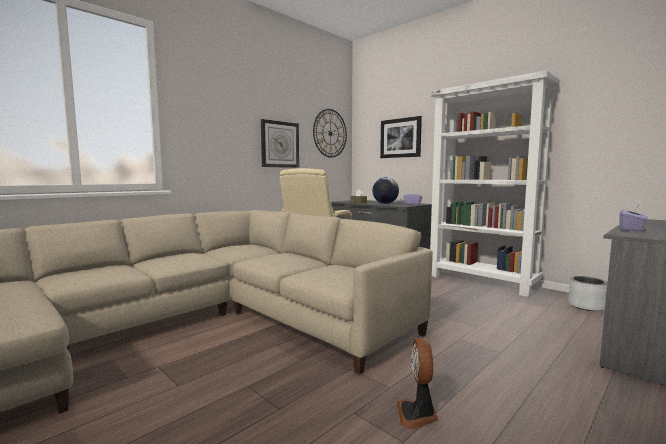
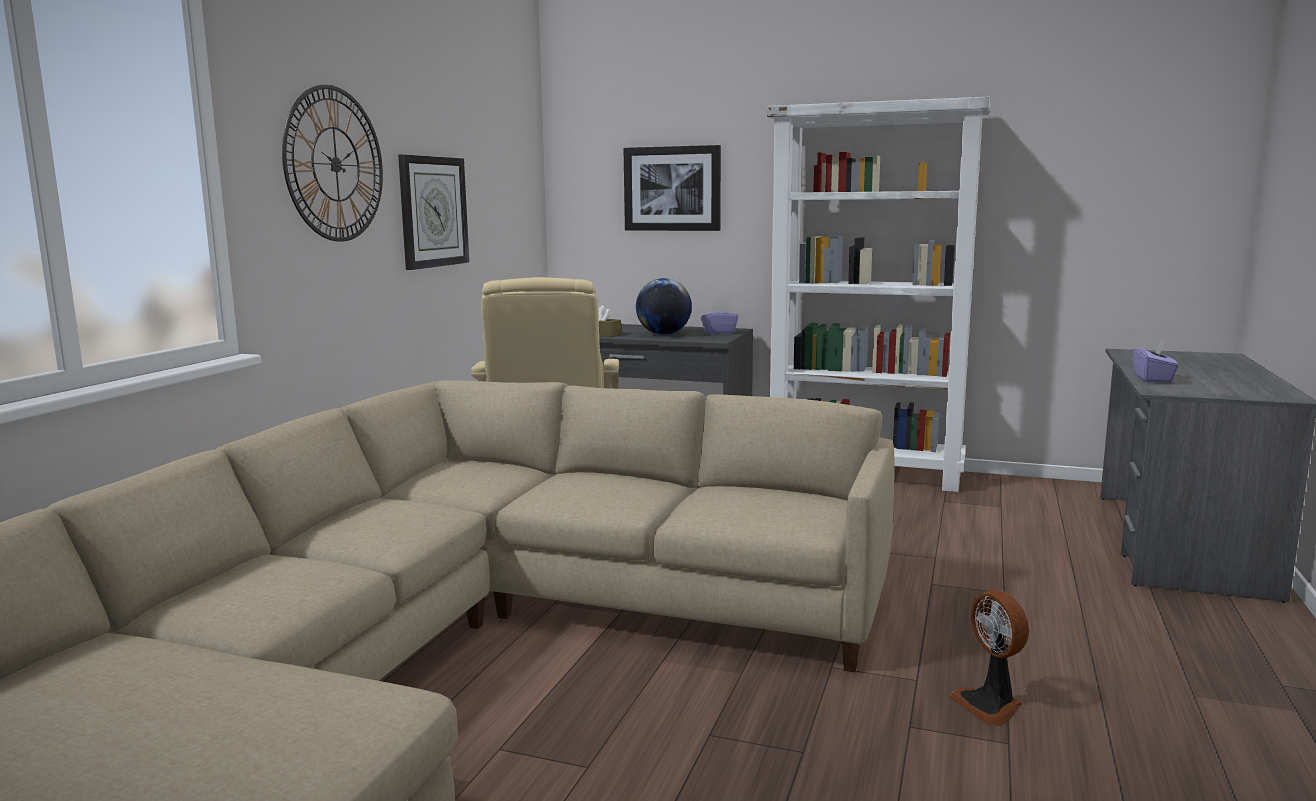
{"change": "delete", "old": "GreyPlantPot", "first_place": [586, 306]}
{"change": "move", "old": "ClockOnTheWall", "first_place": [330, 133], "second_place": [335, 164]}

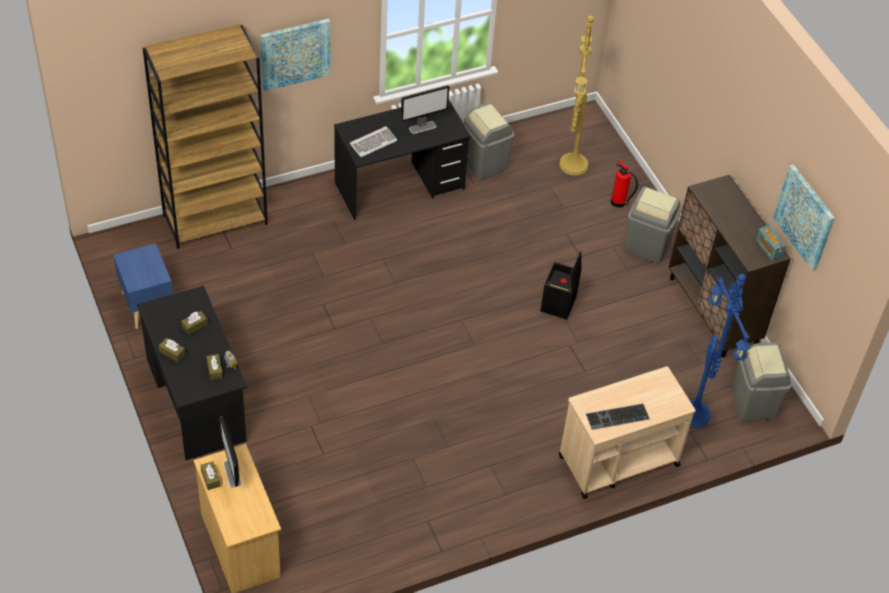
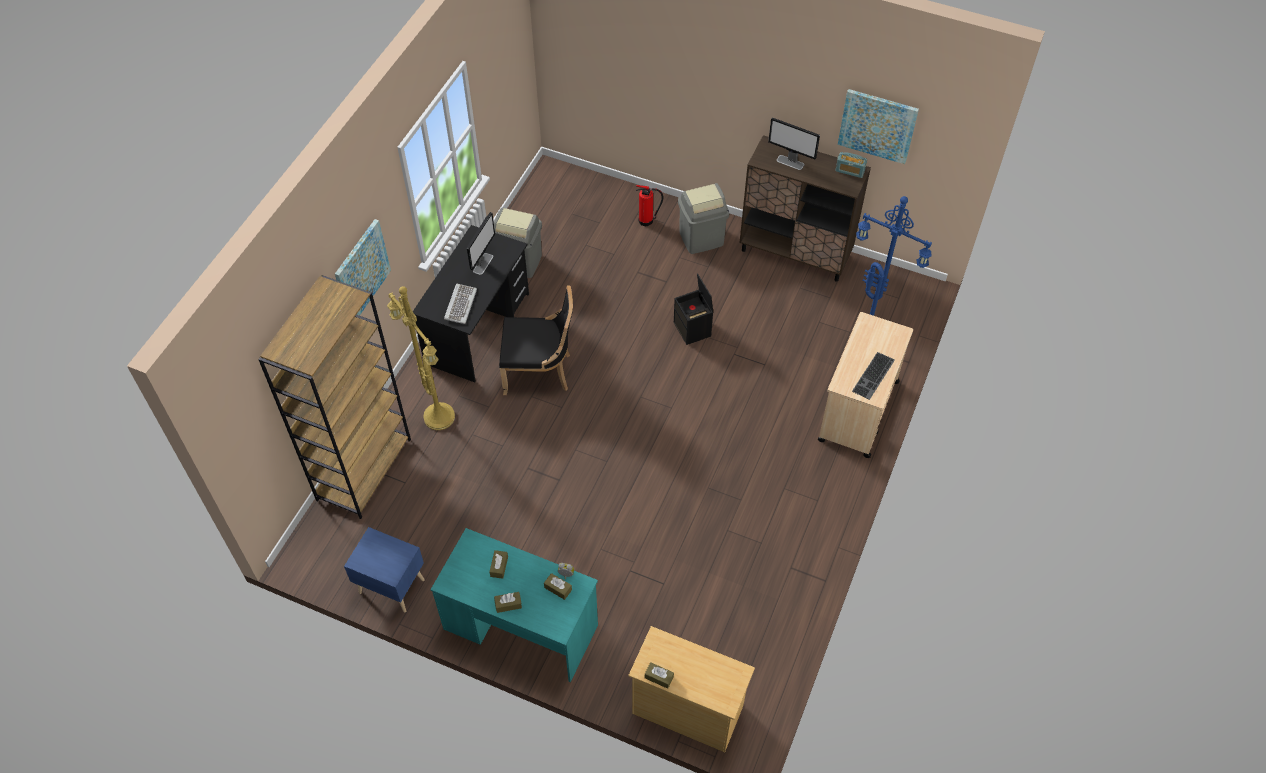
{"change": "delete", "old": "GreyWasteBin", "first_place": [754, 403]}
{"change": "insert", "new": "BlackChair", "second_place": [540, 372]}
{"change": "move", "old": "ComputerScreen", "first_place": [232, 473], "second_place": [790, 162]}
{"change": "move", "old": "YellowFloorLamp", "first_place": [571, 164], "second_place": [436, 417]}
{"change": "recolor", "old": "BlackDeskUnit", "new": "BlueGreenDeskUnit", "first_place": [196, 399], "second_place": [520, 627]}

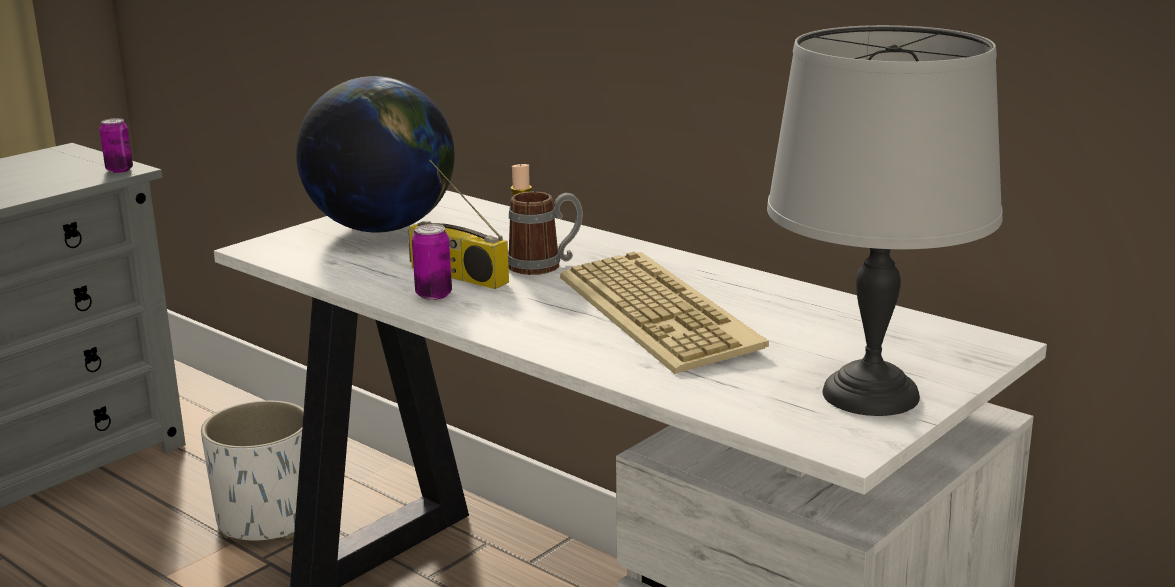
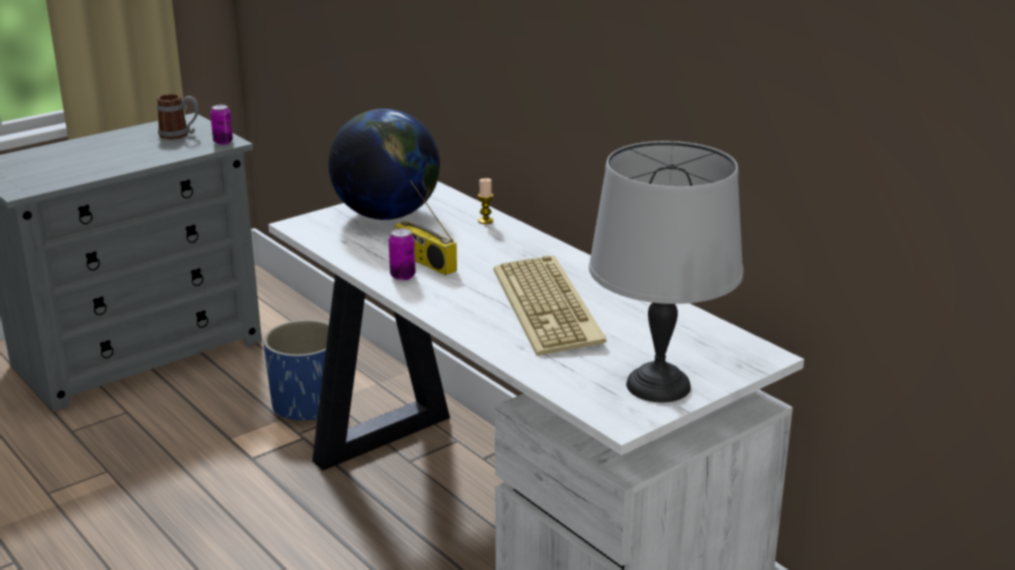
{"change": "move", "old": "Mug", "first_place": [545, 265], "second_place": [180, 135]}
{"change": "recolor", "old": "WhiteColouredPlantPot", "new": "BluePlantPot", "first_place": [267, 520], "second_place": [307, 405]}

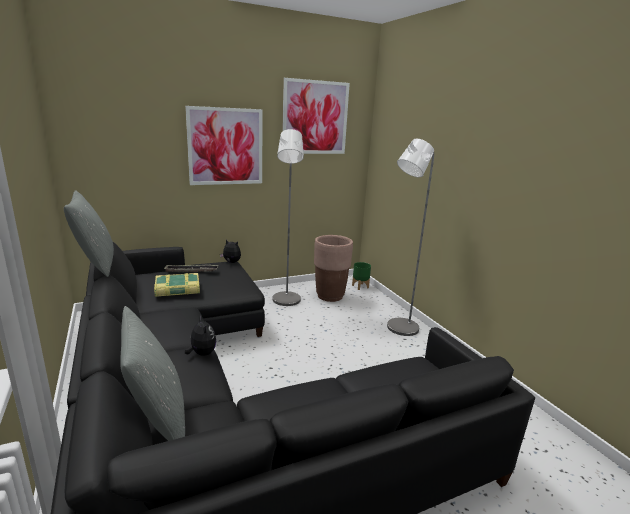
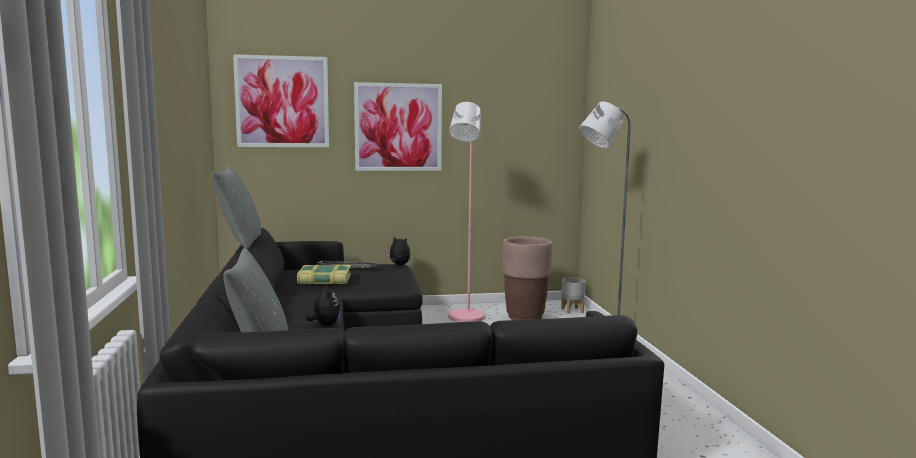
{"change": "move", "old": "Picture", "first_place": [315, 118], "second_place": [282, 102]}
{"change": "recolor", "old": "GreyFloorLamp", "new": "PinkishFloorLamp", "first_place": [286, 302], "second_place": [465, 319]}
{"change": "recolor", "old": "GreenPlantPot", "new": "GreyPlantPot", "first_place": [360, 286], "second_place": [572, 310]}

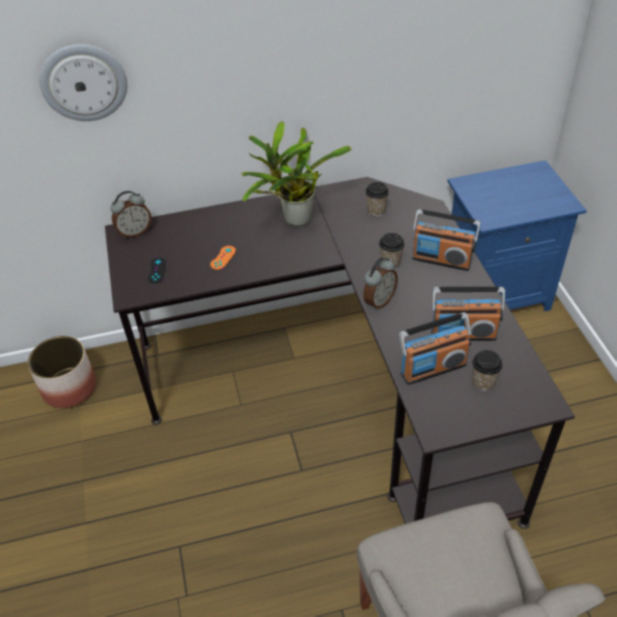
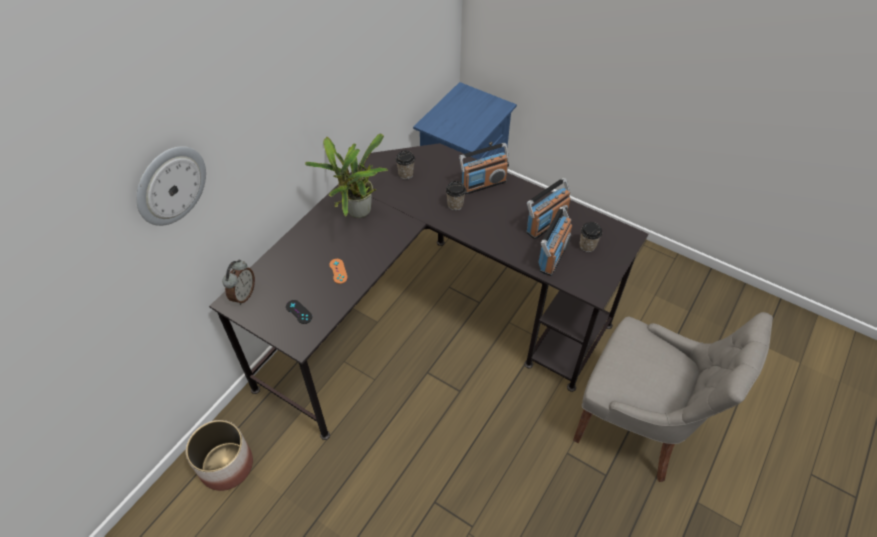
{"change": "delete", "old": "TableClock", "first_place": [378, 301]}

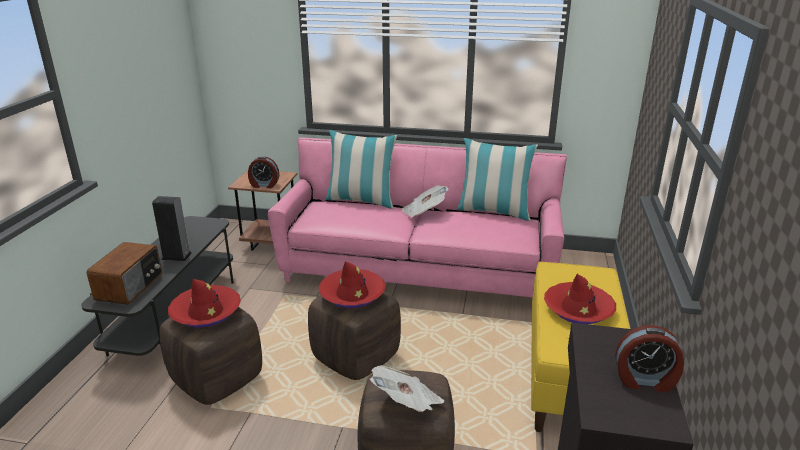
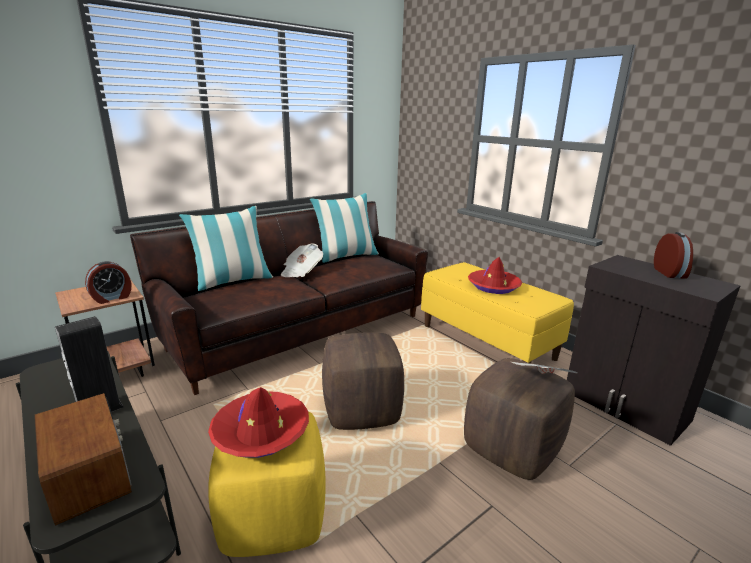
{"change": "delete", "old": "RedHat", "first_place": [352, 294]}
{"change": "recolor", "old": "BrownColouredOttoman", "new": "YellowOttoman", "first_place": [218, 380], "second_place": [274, 517]}
{"change": "recolor", "old": "PinkishSettee", "new": "BrownColouredSettee", "first_place": [418, 271], "second_place": [300, 331]}
{"change": "rotate", "old": "TableClock", "first_place": [645, 381], "second_place": [670, 273], "degrees": -45}

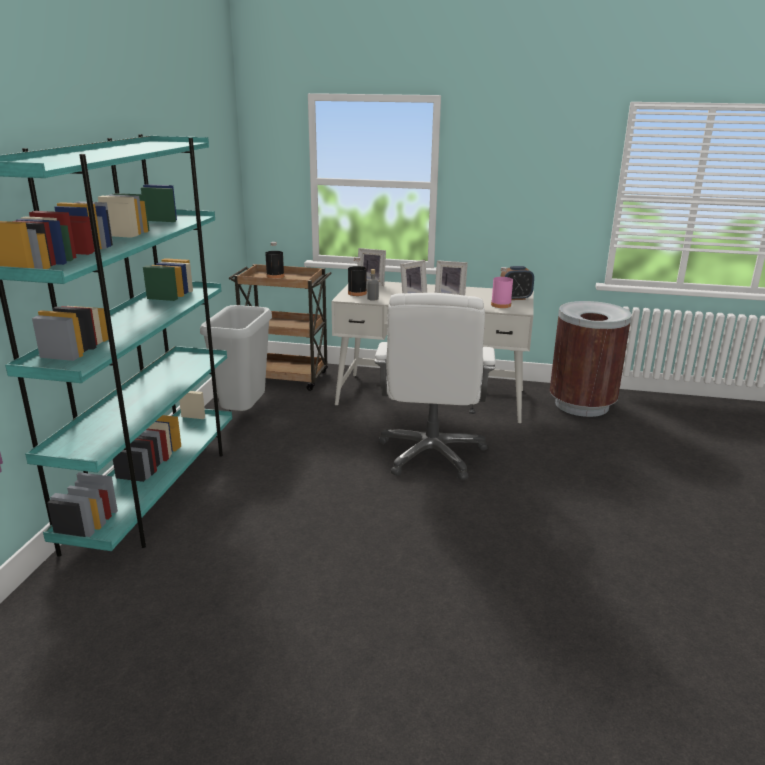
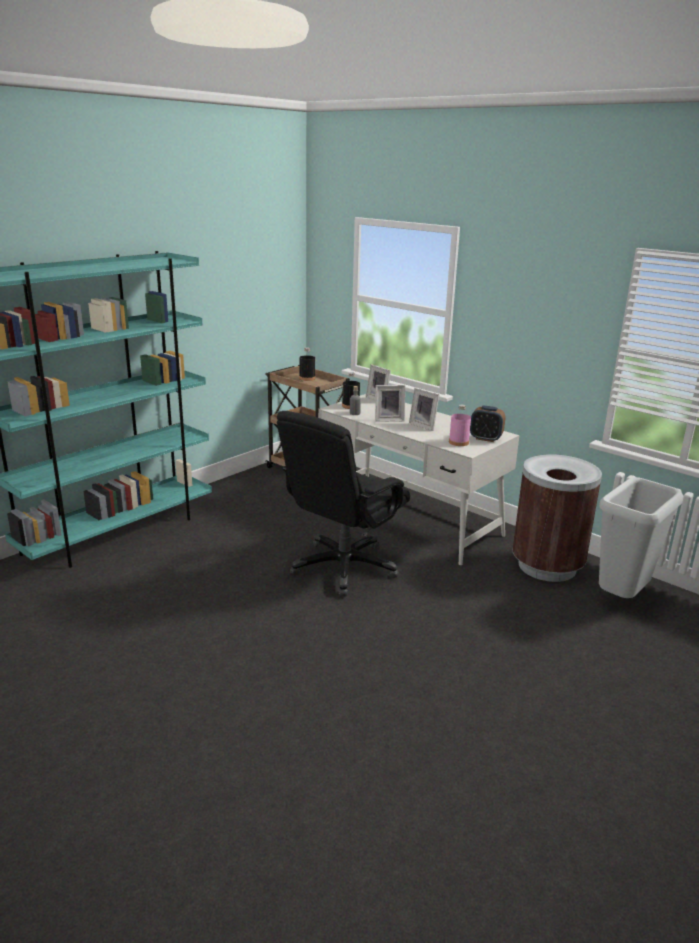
{"change": "move", "old": "GreyWasteBin", "first_place": [243, 414], "second_place": [620, 597]}
{"change": "recolor", "old": "WhiteColouredComputerChair", "new": "BlackComputerChair", "first_place": [431, 454], "second_place": [343, 567]}

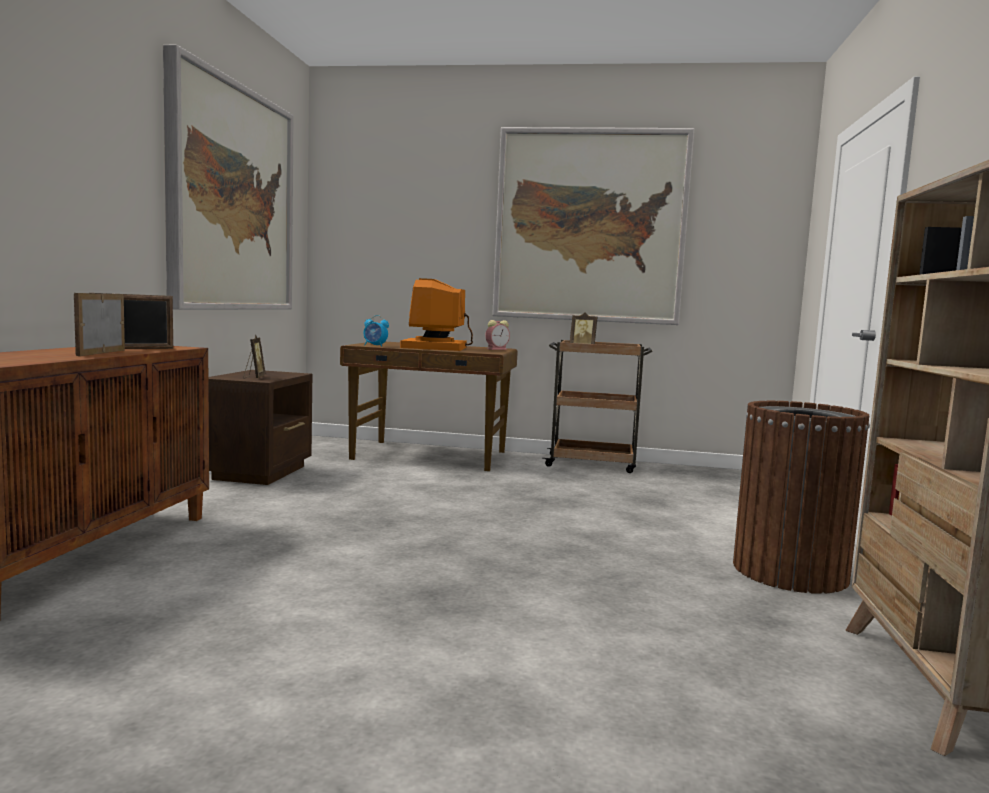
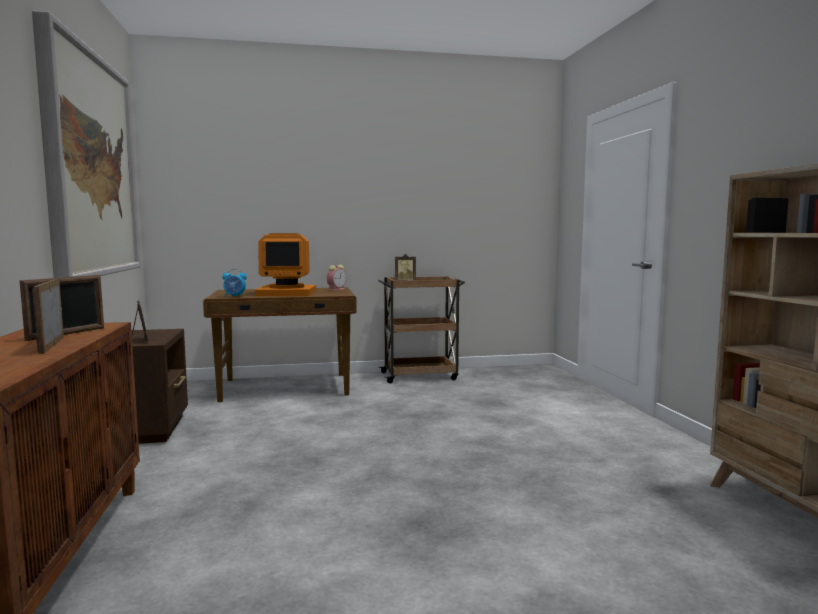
{"change": "delete", "old": "Picture", "first_place": [589, 226]}
{"change": "delete", "old": "BrownColouredWasteBin", "first_place": [790, 572]}
{"change": "rotate", "old": "ComputerScreen", "first_place": [436, 347], "second_place": [287, 293], "degrees": -75}

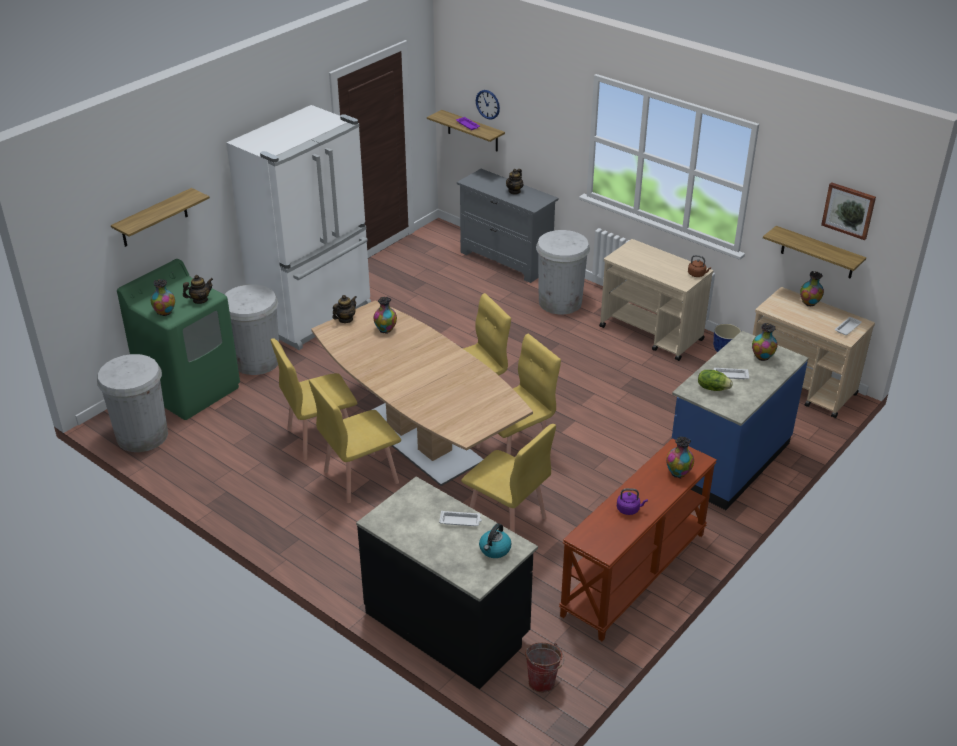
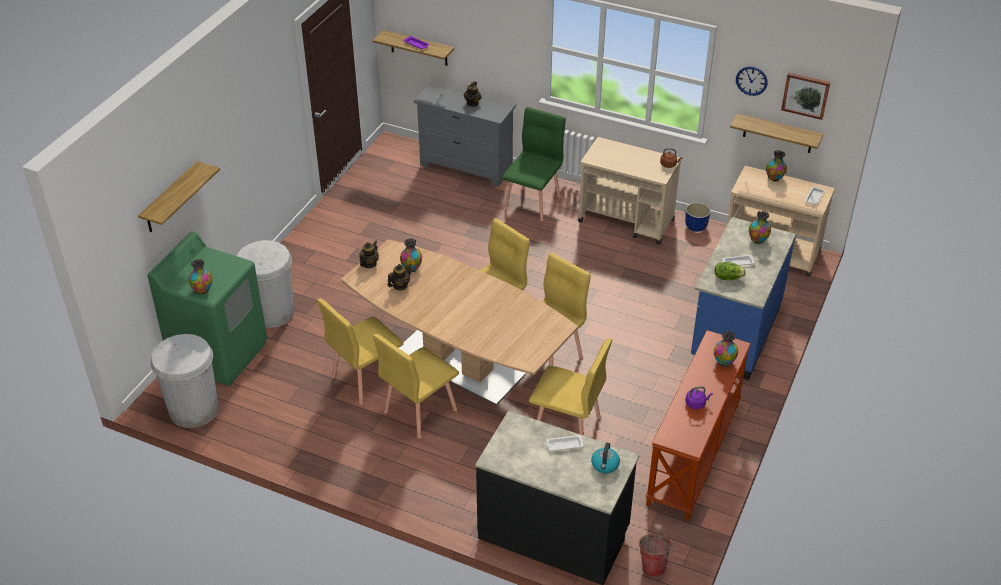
{"change": "delete", "old": "WhiteColouredKitchenFridge", "first_place": [315, 316]}
{"change": "move", "old": "Teapot", "first_place": [200, 300], "second_place": [400, 286]}
{"change": "move", "old": "ClockOnTheWall", "first_place": [487, 104], "second_place": [751, 80]}
{"change": "replace", "old": "WhiteColouredWasteBin", "new": "GreenChair", "first_place": [560, 302], "second_place": [533, 202]}

